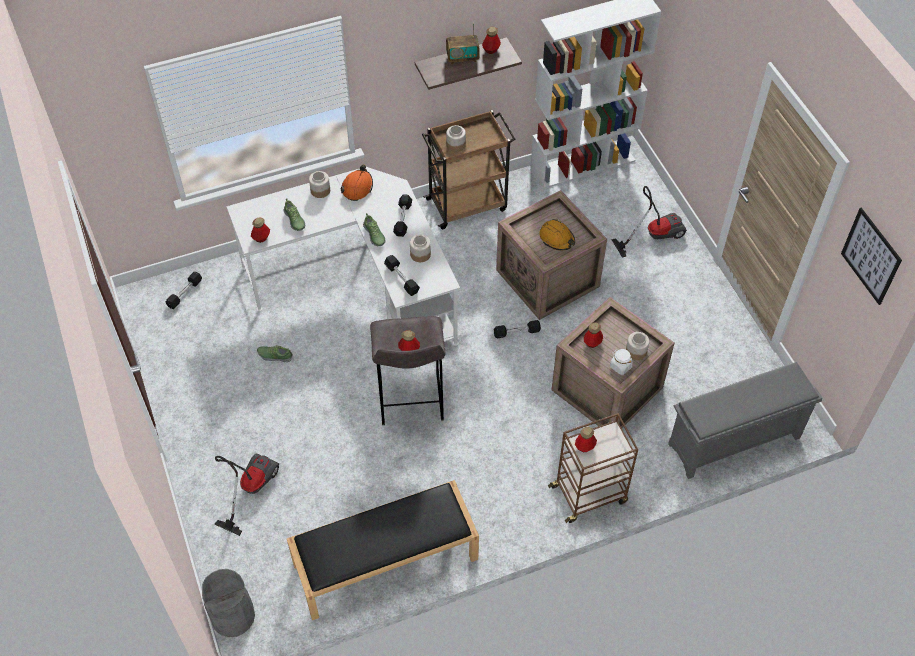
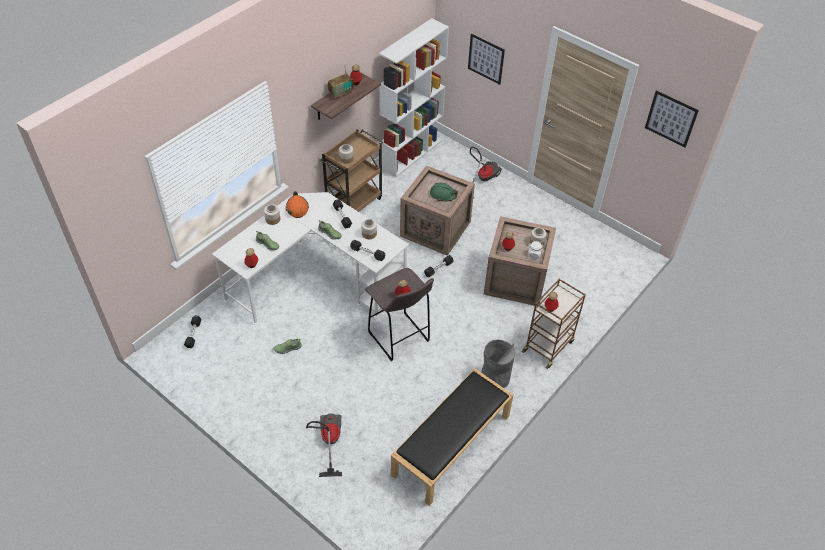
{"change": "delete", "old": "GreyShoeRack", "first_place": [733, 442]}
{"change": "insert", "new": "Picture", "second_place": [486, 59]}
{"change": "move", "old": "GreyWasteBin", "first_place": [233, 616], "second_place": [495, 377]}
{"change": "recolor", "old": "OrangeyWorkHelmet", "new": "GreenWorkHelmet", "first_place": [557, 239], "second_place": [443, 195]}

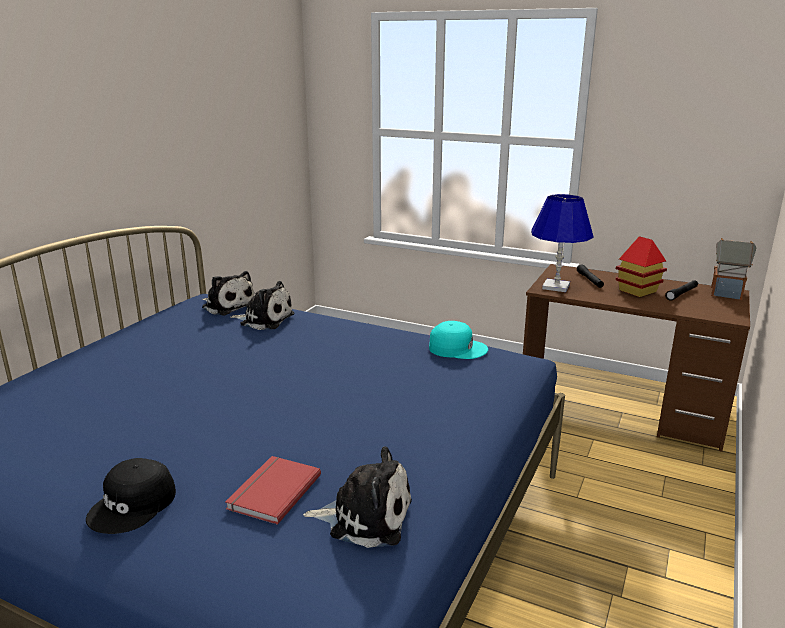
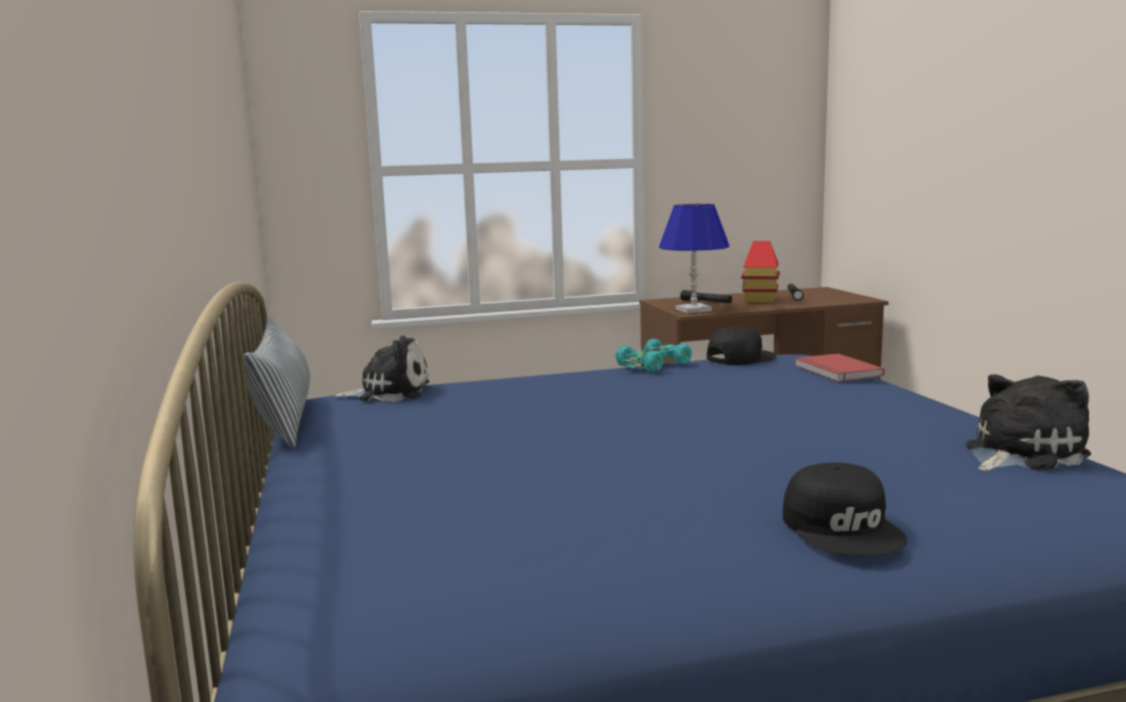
{"change": "delete", "old": "SoftToy", "first_place": [264, 319]}
{"change": "delete", "old": "ModelHouse", "first_place": [727, 293]}
{"change": "insert", "new": "Cushion", "second_place": [285, 420]}
{"change": "insert", "new": "BlueGreenMiniatureCar", "second_place": [653, 365]}
{"change": "move", "old": "RedVolume", "first_place": [272, 491], "second_place": [835, 371]}
{"change": "recolor", "old": "BlueGreenPeakedCap", "new": "BlackPeakedCap", "first_place": [457, 348], "second_place": [740, 358]}

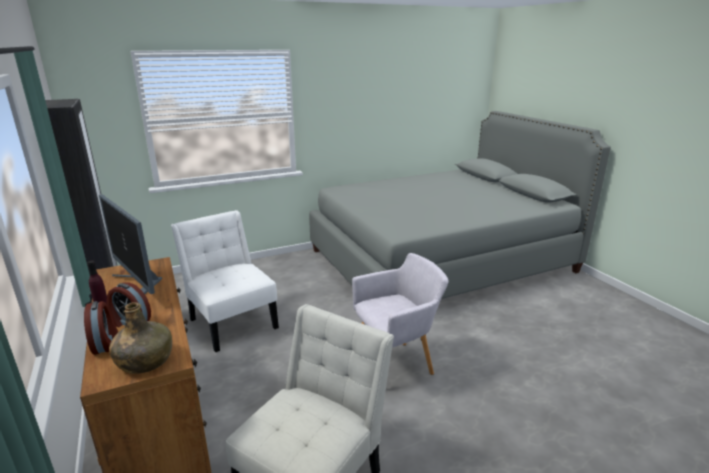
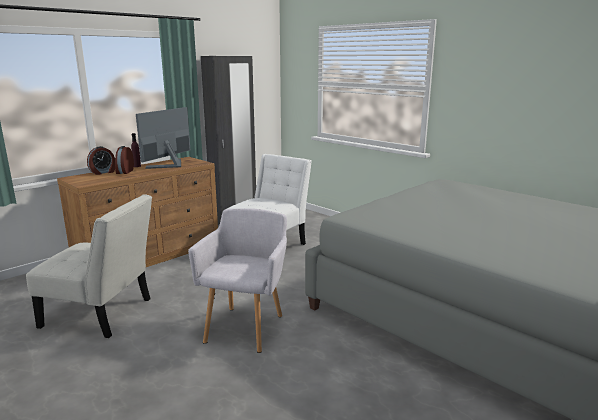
{"change": "delete", "old": "GreenDrinkBottle", "first_place": [145, 361]}
{"change": "rotate", "old": "GreyEasyChair", "first_place": [395, 365], "second_place": [246, 326], "degrees": -120}

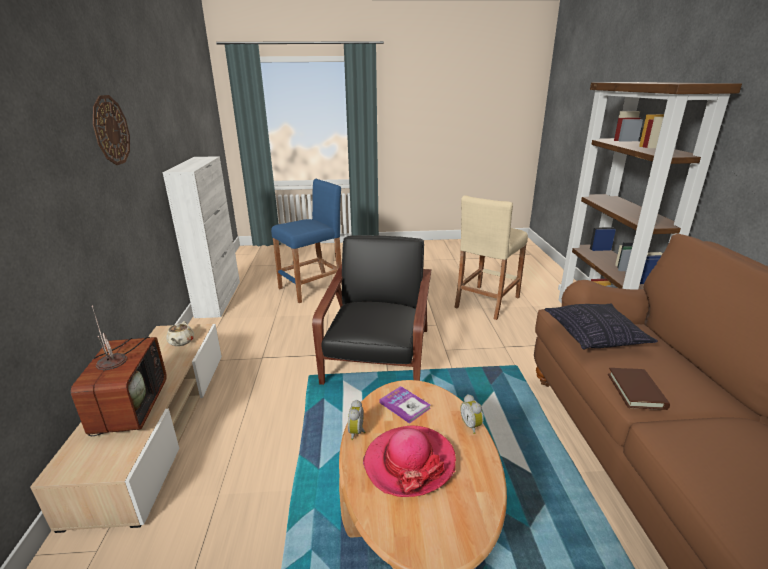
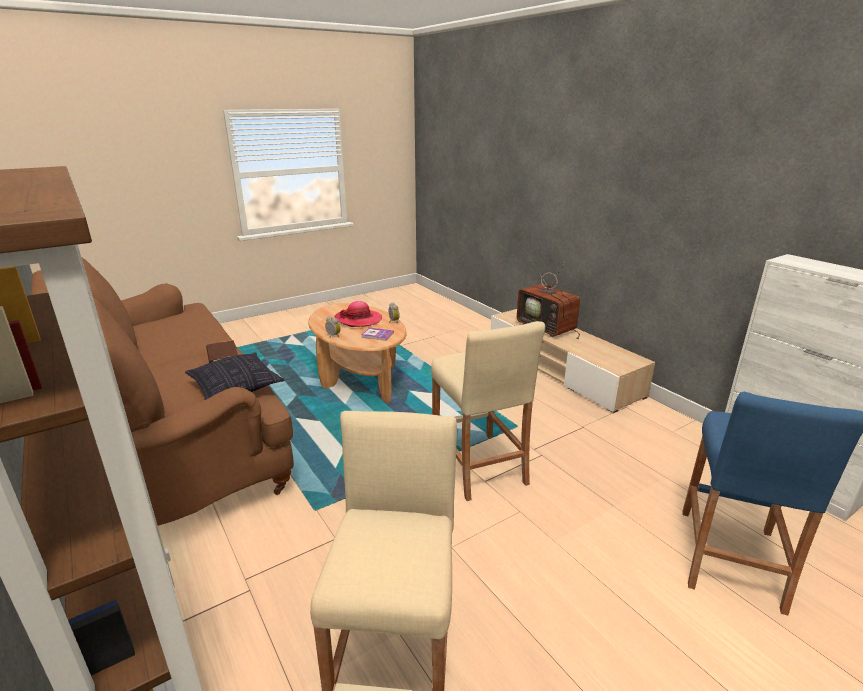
{"change": "delete", "old": "ClockOnTheWall", "first_place": [111, 130]}
{"change": "delete", "old": "BeigeTeapot", "first_place": [181, 342]}
{"change": "replace", "old": "BlackEasyChair", "new": "BeigeStool", "first_place": [377, 357], "second_place": [478, 465]}

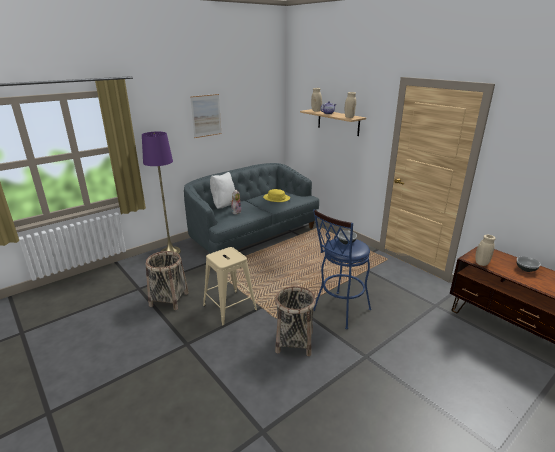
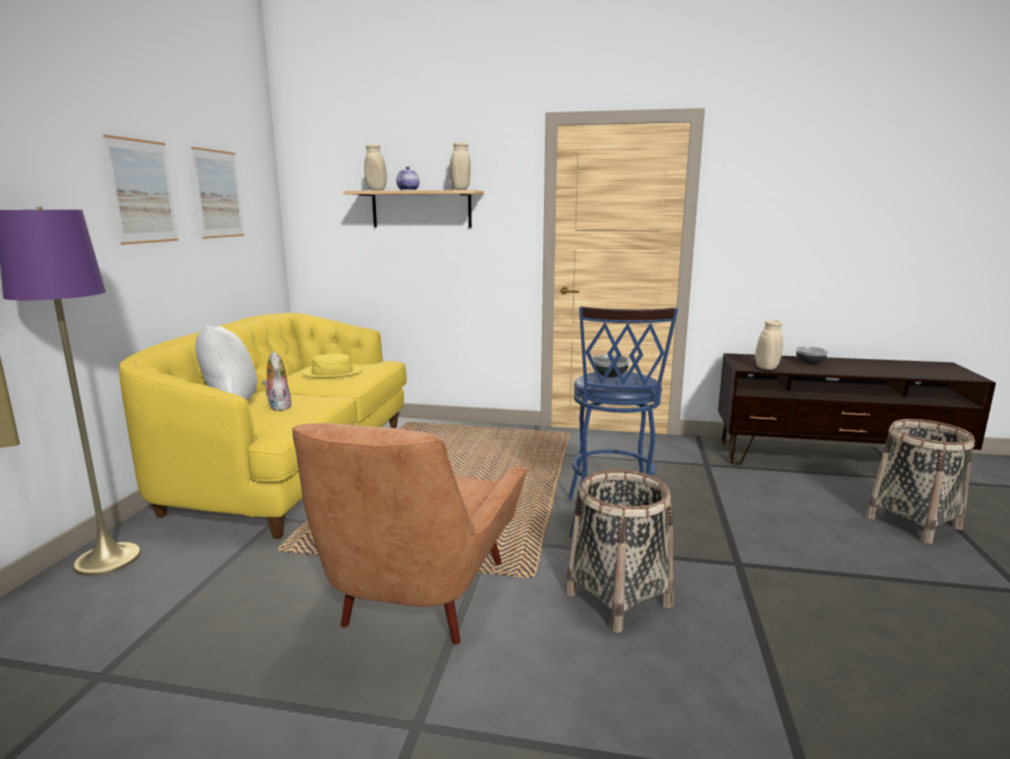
{"change": "insert", "new": "Picture", "second_place": [218, 194]}
{"change": "move", "old": "StorageBasket", "first_place": [169, 299], "second_place": [914, 523]}
{"change": "replace", "old": "BeigeStool", "new": "BrownColouredEasyChair", "first_place": [230, 307], "second_place": [417, 602]}
{"change": "recolor", "old": "GreySettee", "new": "YellowSettee", "first_place": [253, 235], "second_place": [294, 466]}

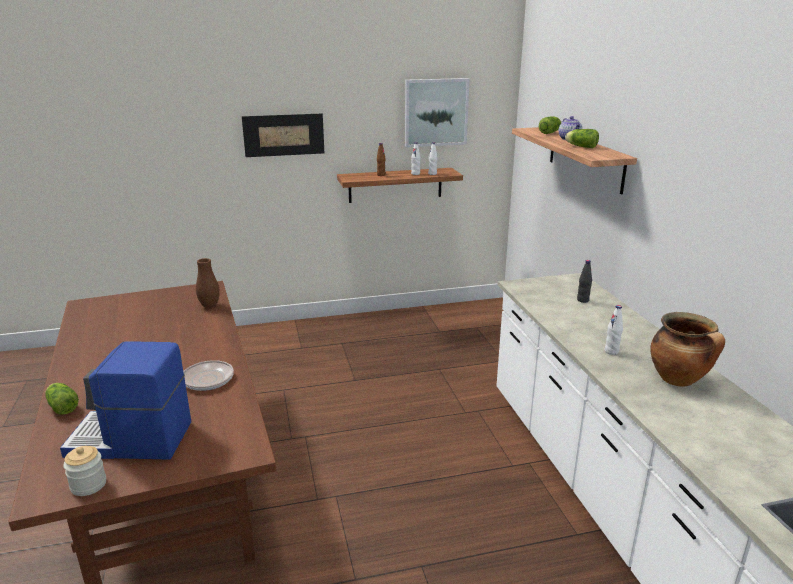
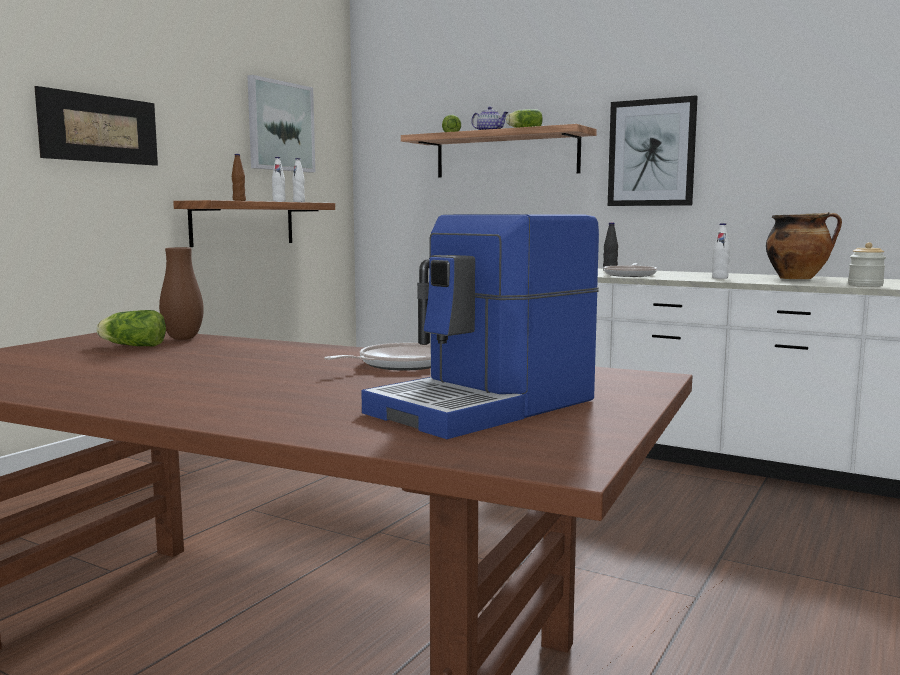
{"change": "insert", "new": "FryingPan", "second_place": [630, 275]}
{"change": "insert", "new": "Picture", "second_place": [651, 153]}
{"change": "move", "old": "LettuceHead", "first_place": [62, 406], "second_place": [132, 346]}
{"change": "move", "old": "PreserveJar", "first_place": [88, 485], "second_place": [865, 285]}

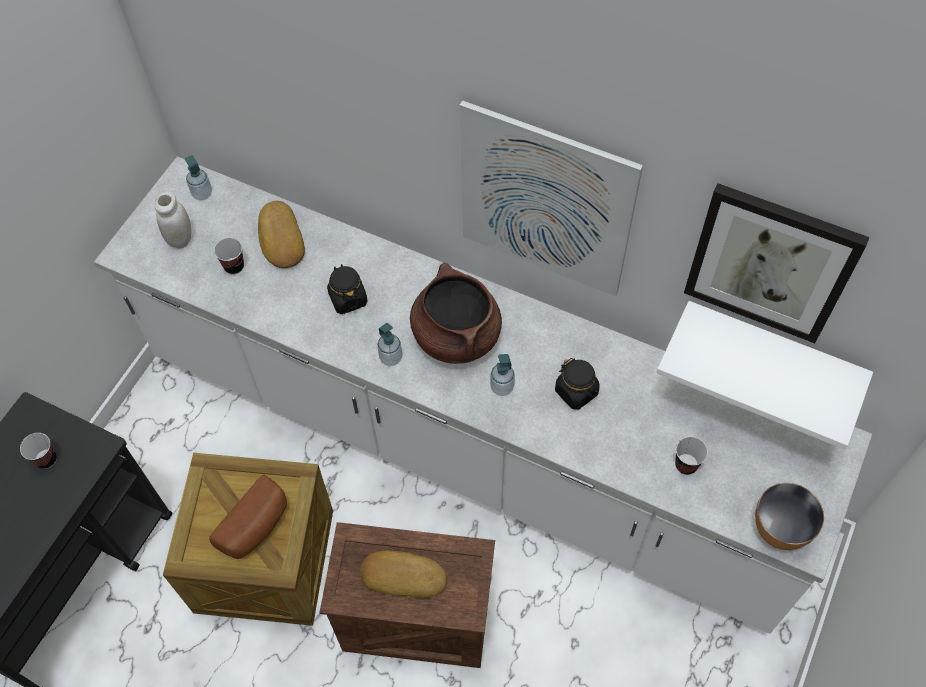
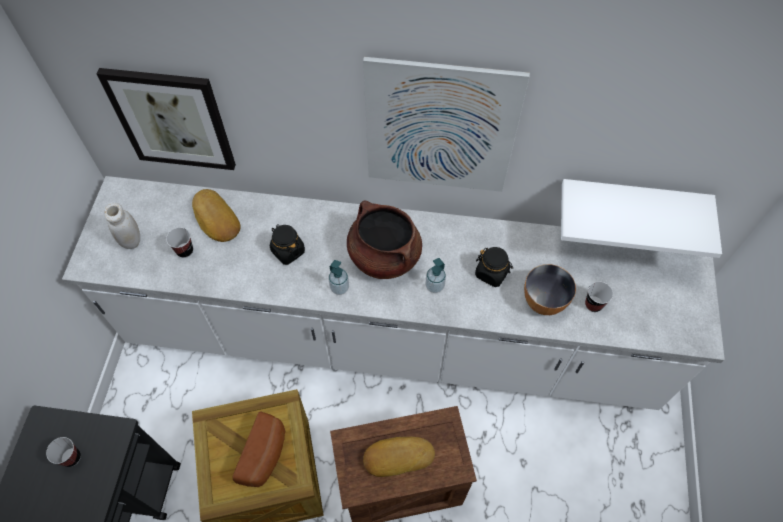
{"change": "delete", "old": "LiquidSoapBottle", "first_place": [202, 193]}
{"change": "move", "old": "Picture", "first_place": [770, 263], "second_place": [172, 119]}
{"change": "move", "old": "Bowl", "first_place": [780, 529], "second_place": [544, 301]}

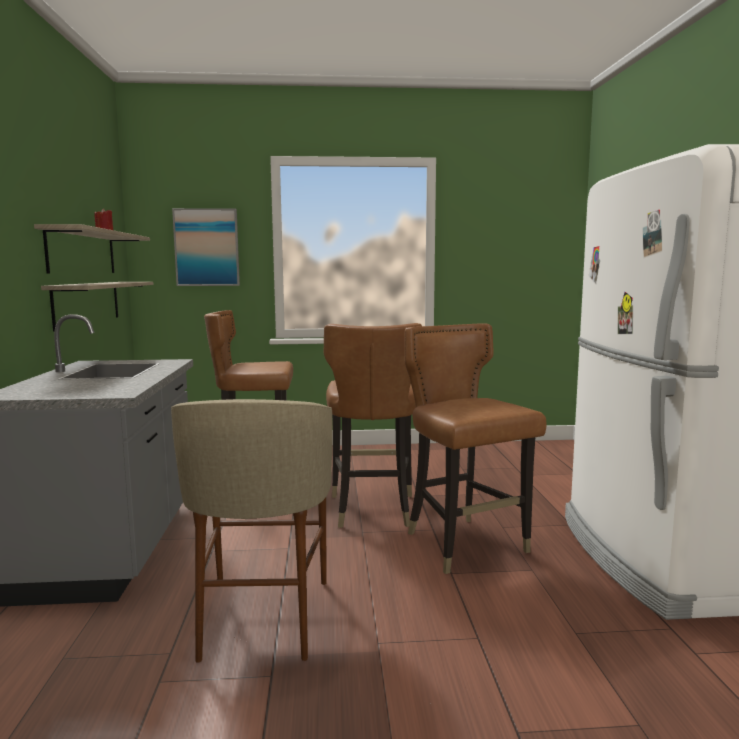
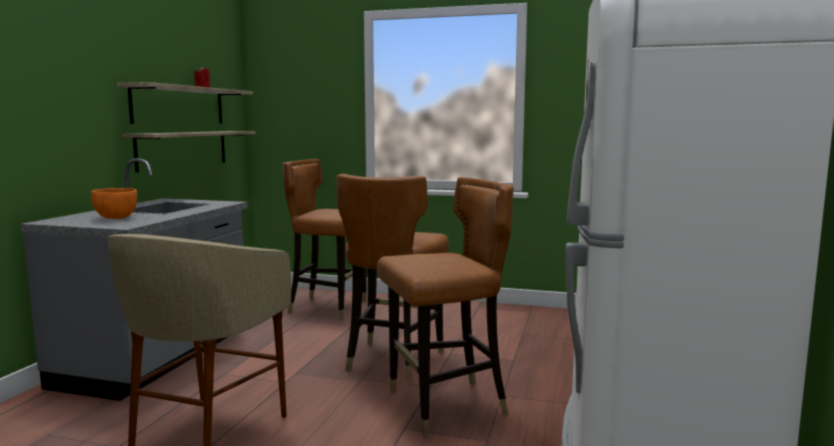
{"change": "delete", "old": "Picture", "first_place": [207, 247]}
{"change": "insert", "new": "OrangeyBowl", "second_place": [116, 218]}
{"change": "rotate", "old": "BrownColouredChair", "first_place": [465, 545], "second_place": [445, 406], "degrees": 75}

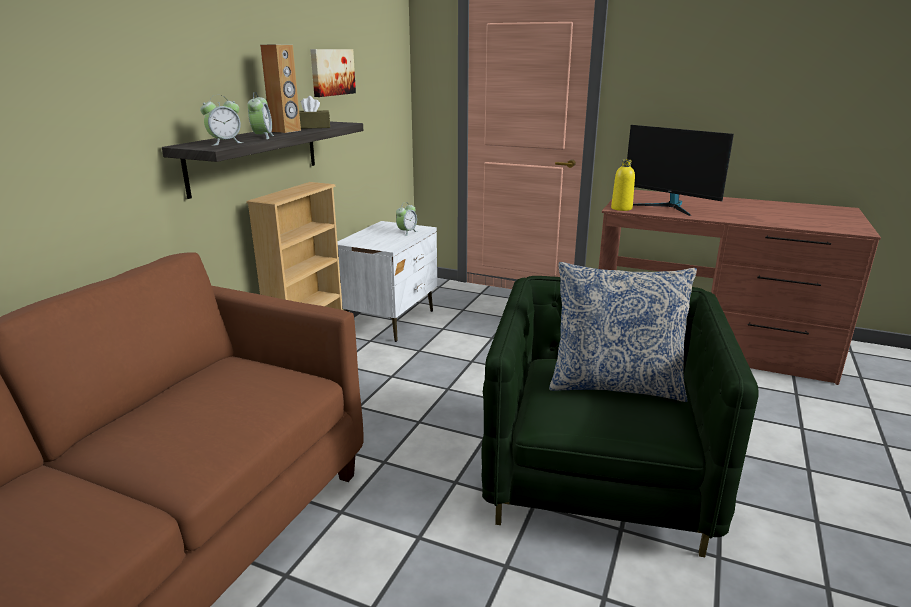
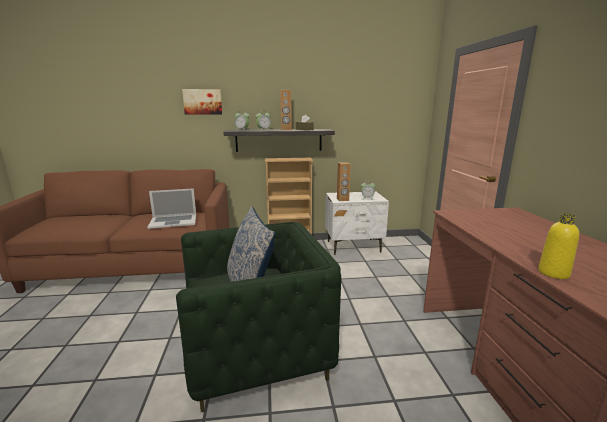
{"change": "delete", "old": "ComputerScreen", "first_place": [670, 207]}
{"change": "insert", "new": "Laptop", "second_place": [173, 221]}
{"change": "insert", "new": "BrownColouredSpeaker", "second_place": [342, 199]}
{"change": "move", "old": "Picture", "first_place": [331, 72], "second_place": [203, 101]}
{"change": "move", "old": "YellowDrinkBottle", "first_place": [621, 208], "second_place": [553, 273]}

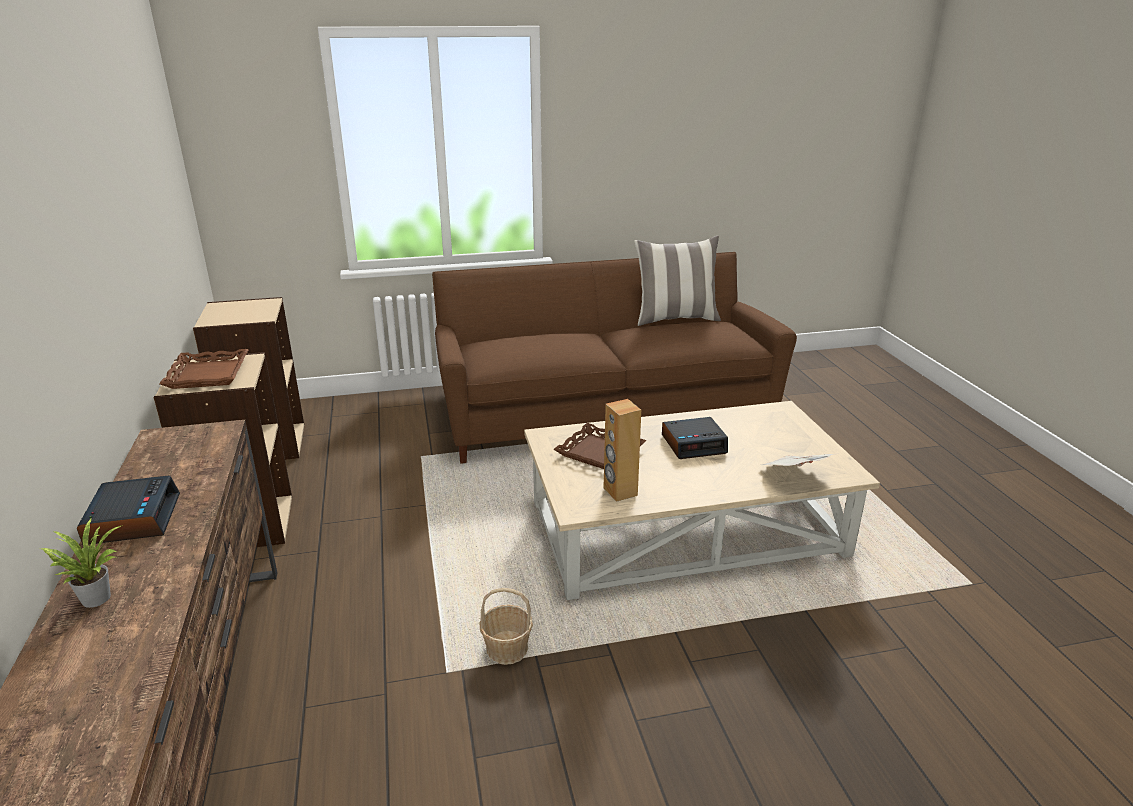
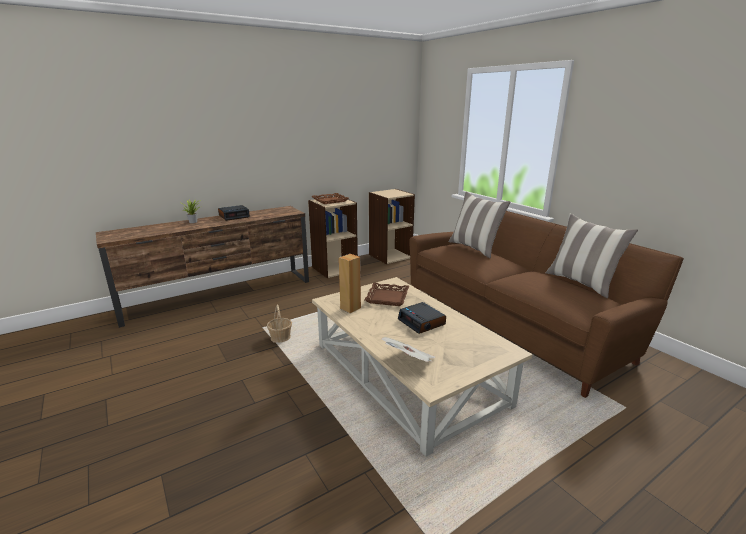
{"change": "insert", "new": "Cushion", "second_place": [474, 248]}

